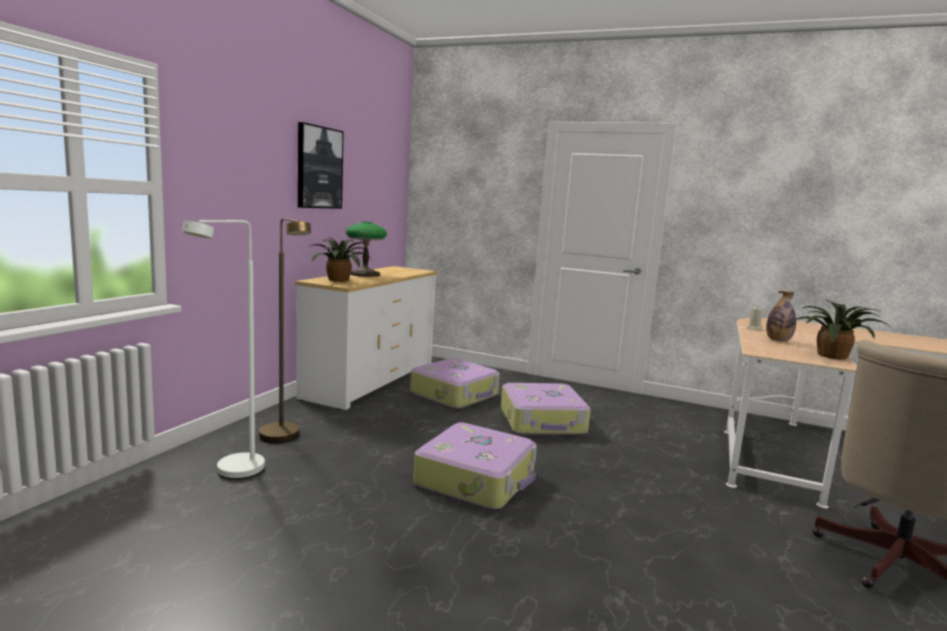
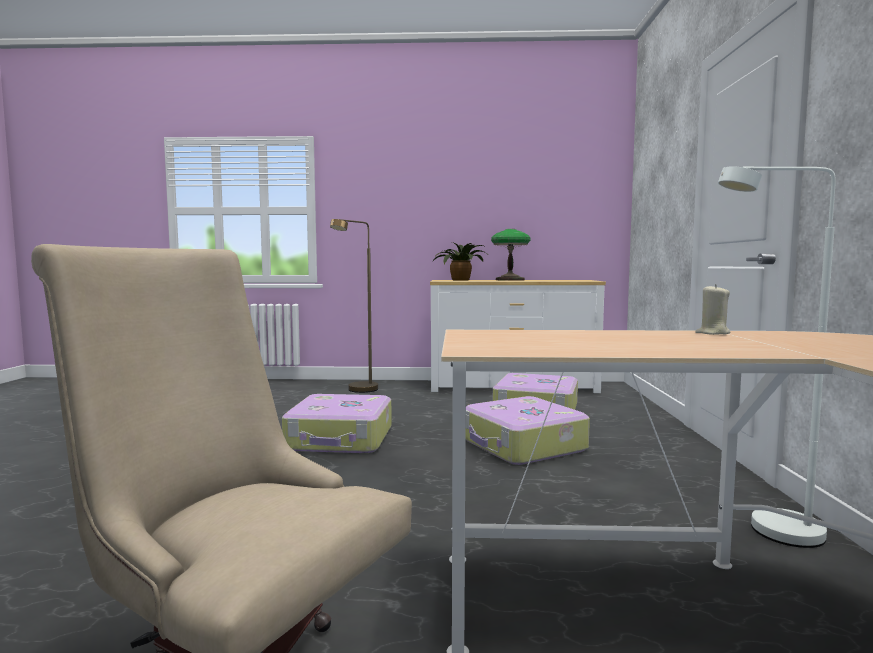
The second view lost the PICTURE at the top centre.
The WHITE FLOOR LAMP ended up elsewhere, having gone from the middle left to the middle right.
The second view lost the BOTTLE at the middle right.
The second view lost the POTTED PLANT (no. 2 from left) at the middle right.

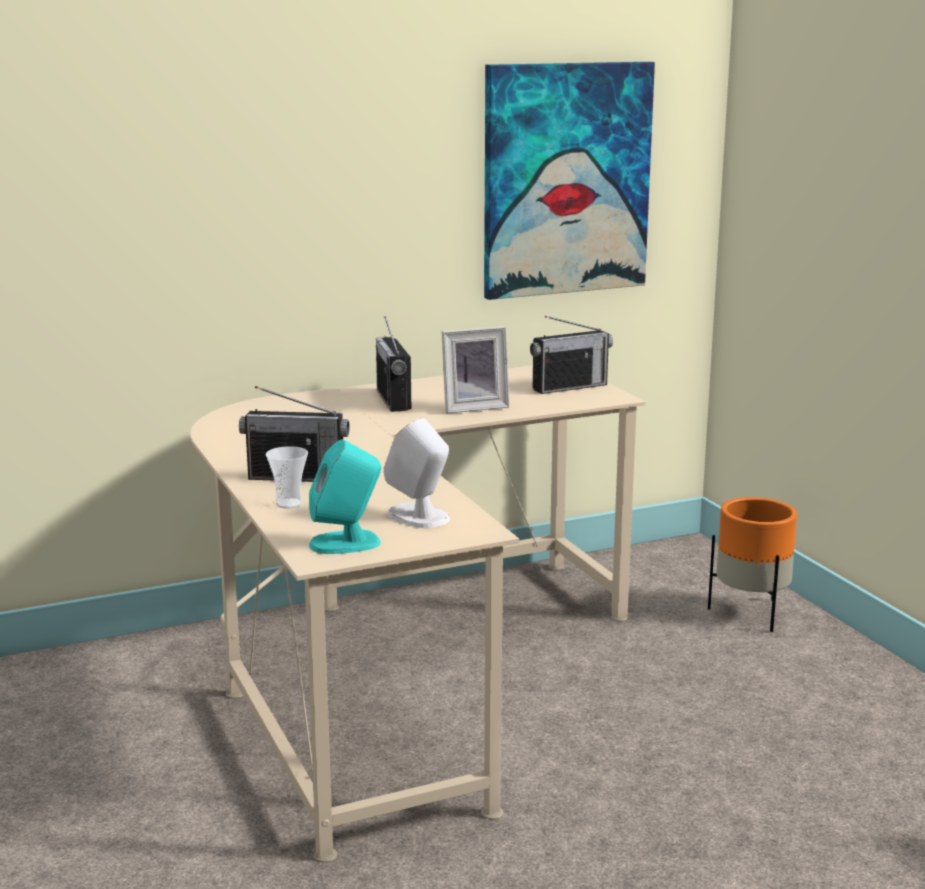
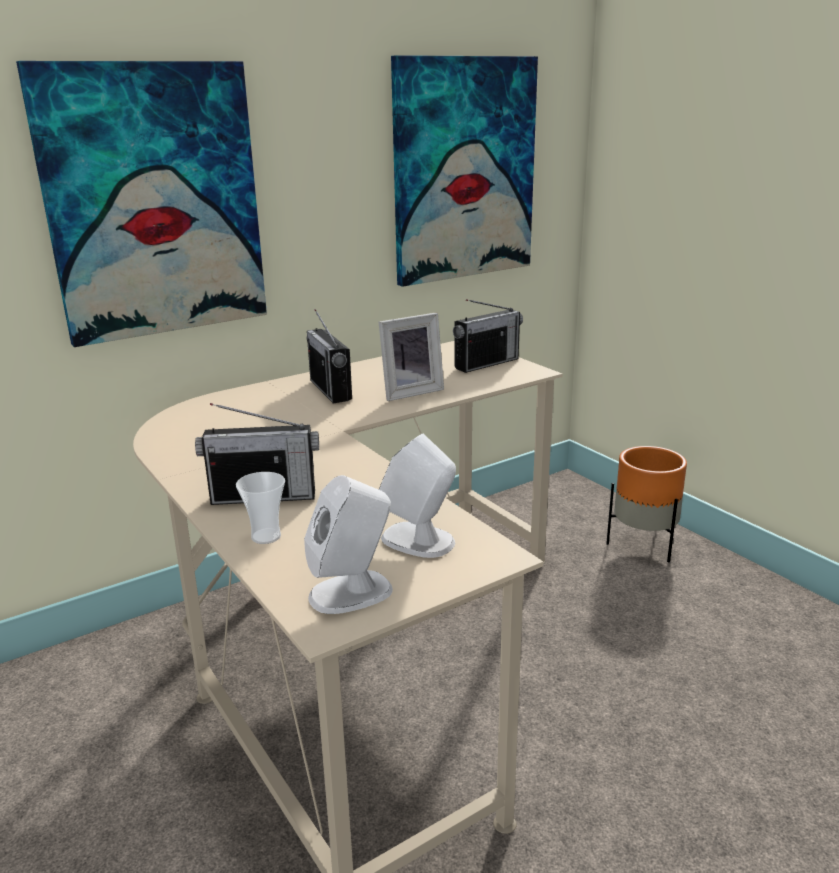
What was the TURQUOISE SPEAKER at the centre turned into the WHITE SPEAKER (no. 1 from left) at the centre.
The second view gained the PICTURE (no. 1 from left) at the top left.

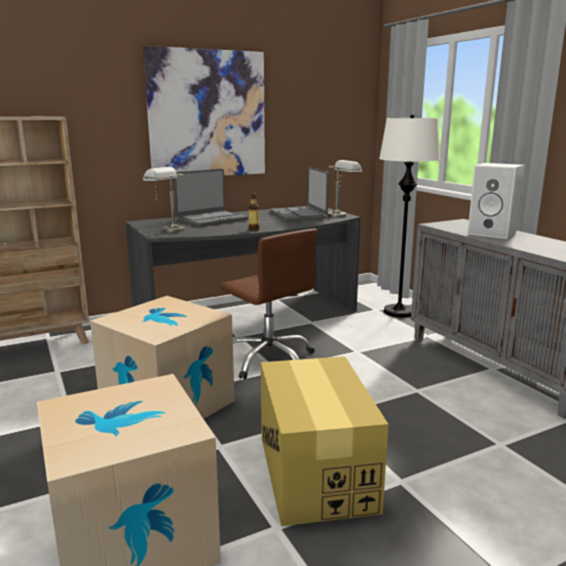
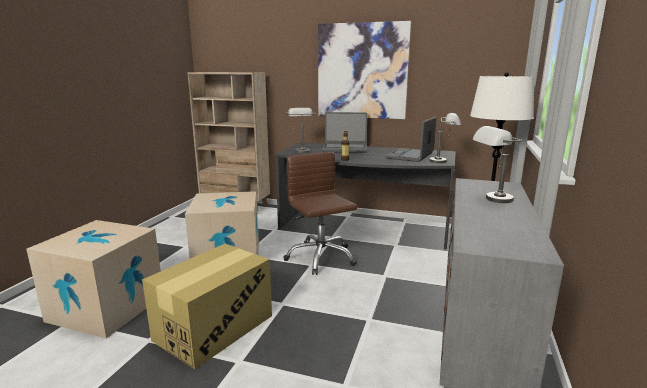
Where the WHITE SPEAKER stood at the middle right, the GREY TABLE LAMP (no. 3 from left) came to stand at the middle right.
The BROWN OFFICE CHAIR at the centre ended up facing another way, 150 degrees clockwise from before.

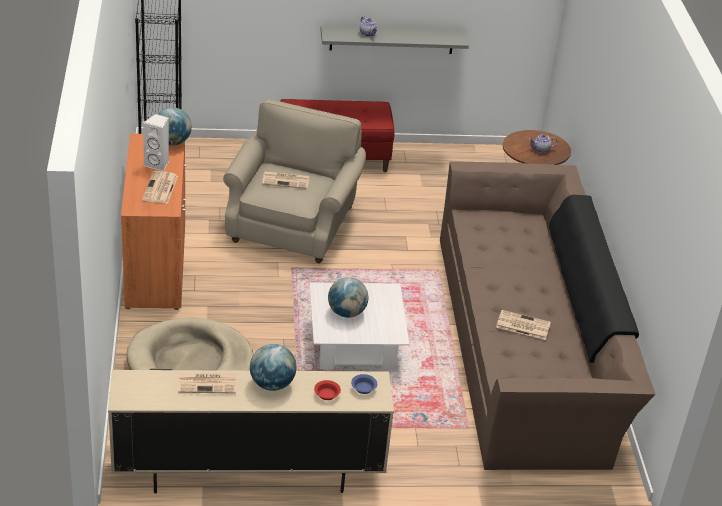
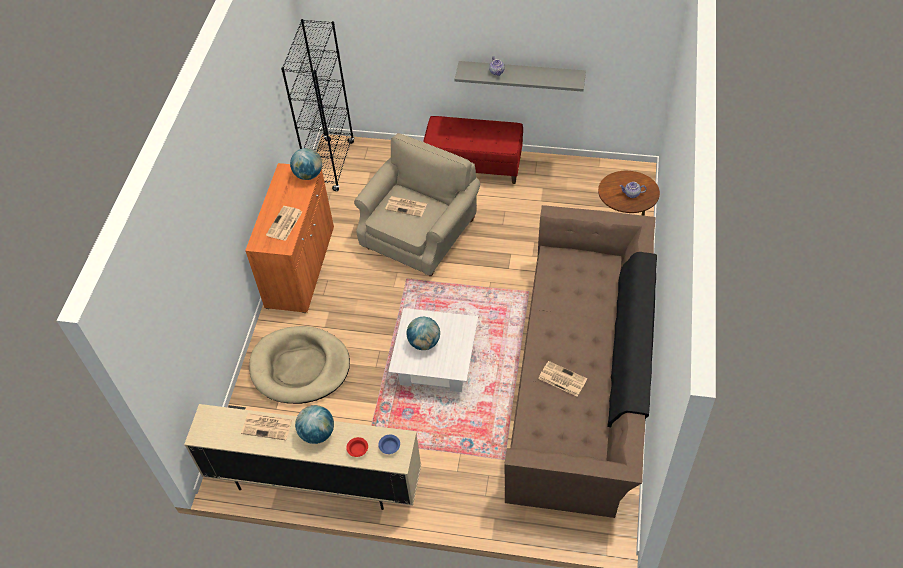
The second view lost the WHITE SPEAKER at the top left.

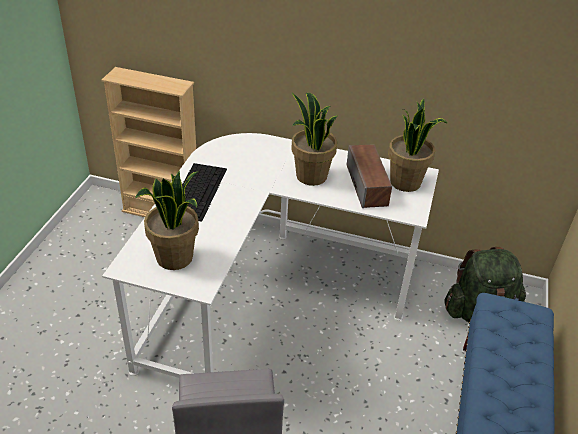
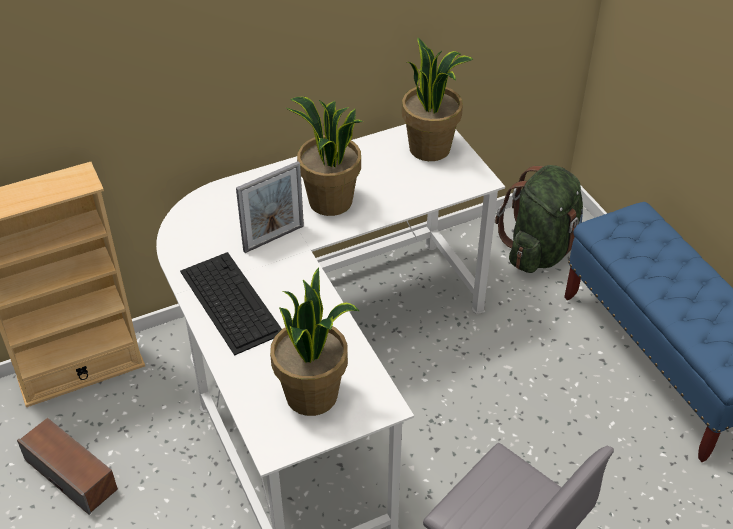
The SPEAKER ended up elsewhere, having gone from the centre to the bottom left.
The second view gained the PICTURE FRAME at the centre.

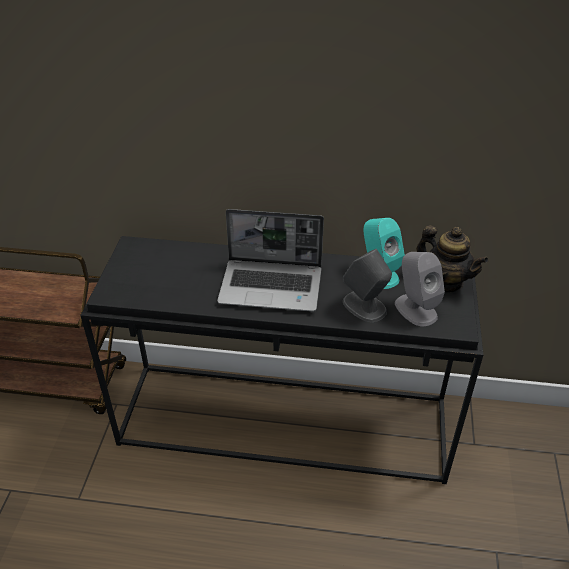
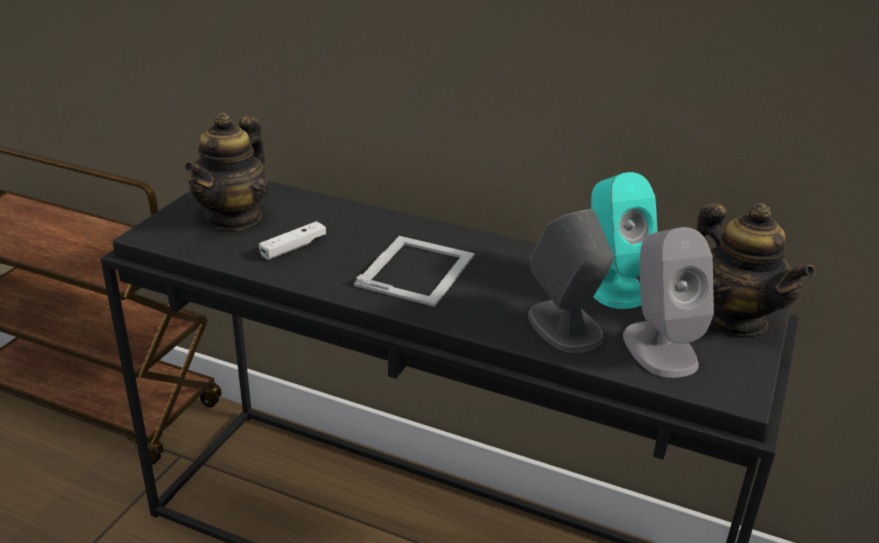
Where the LAPTOP stood at the centre, the PICTURE FRAME came to stand at the centre.
The second view gained the TEAPOT (no. 1 from left) at the top left.
The second view gained the WHITE GAME CONTROLLER at the middle left.

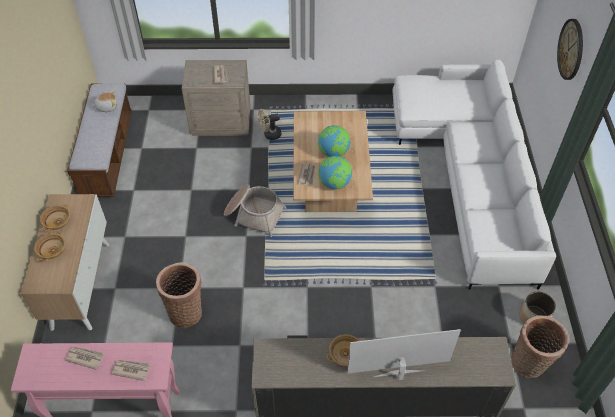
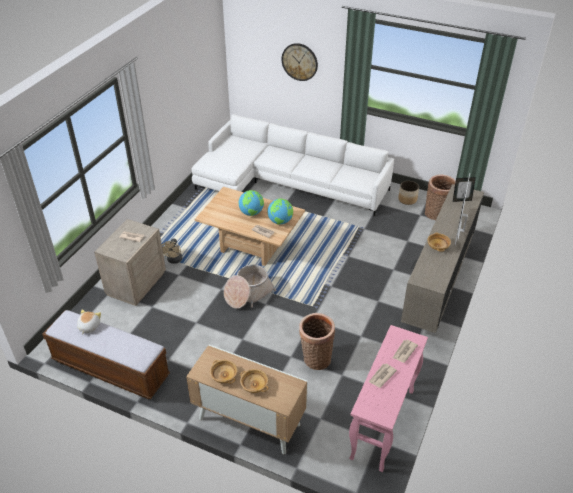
The second view gained the PICTURE FRAME at the middle right.

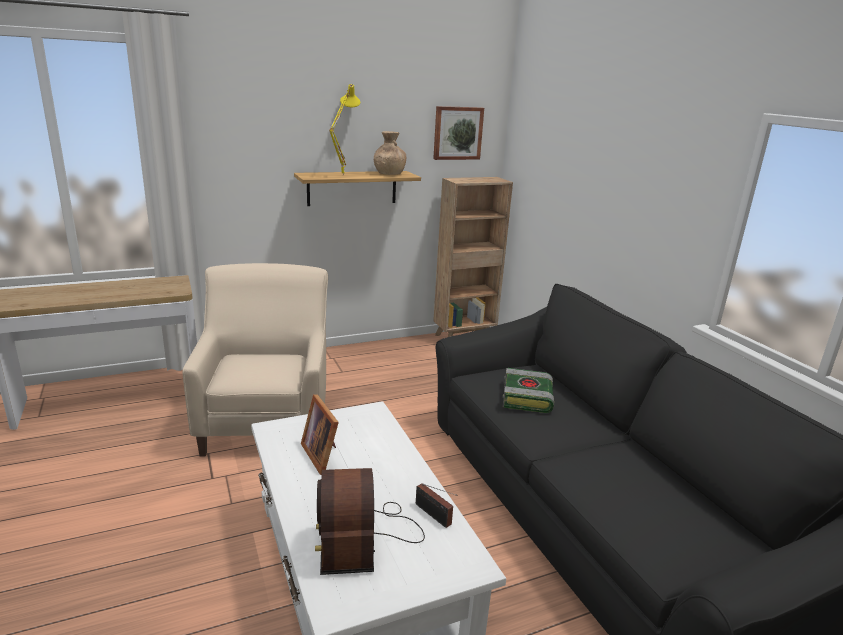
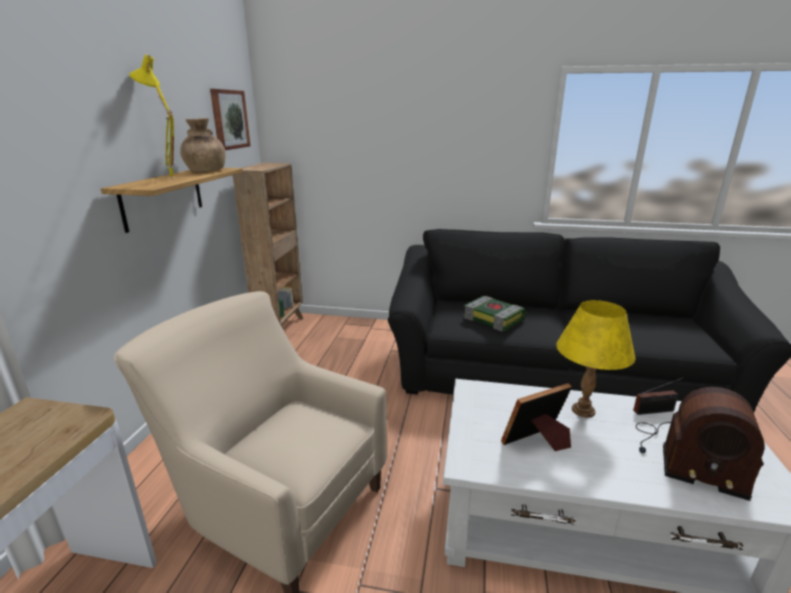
The PICTURE FRAME at the bottom centre ended up facing another way, 150 degrees clockwise from before.
The second view gained the YELLOW TABLE LAMP (no. 2 from left) at the middle right.

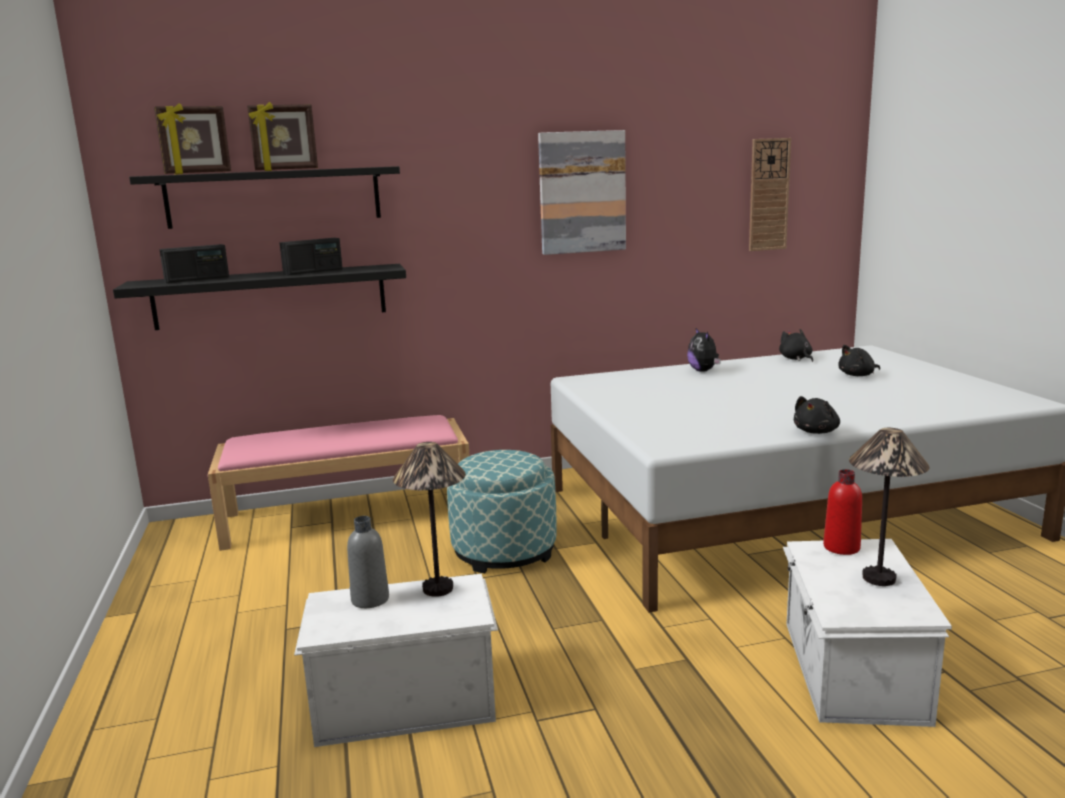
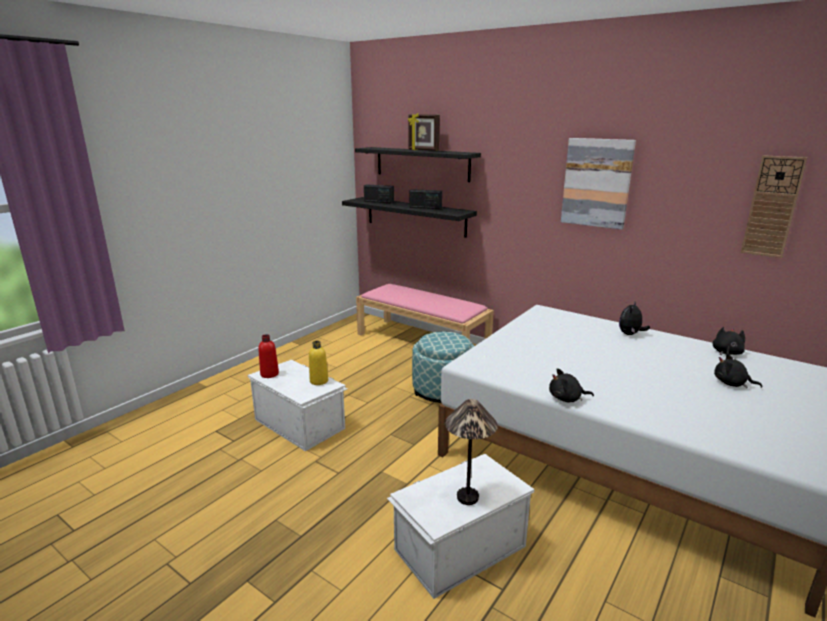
The second view lost the PICTURE FRAME (no. 1 from left) at the top left.
Where the TABLE LAMP (no. 1 from left) stood at the centre, the YELLOW BOTTLE came to stand at the centre.
The RED BOTTLE ended up elsewhere, having gone from the middle right to the middle left.
The second view lost the GREY BOTTLE at the bottom centre.

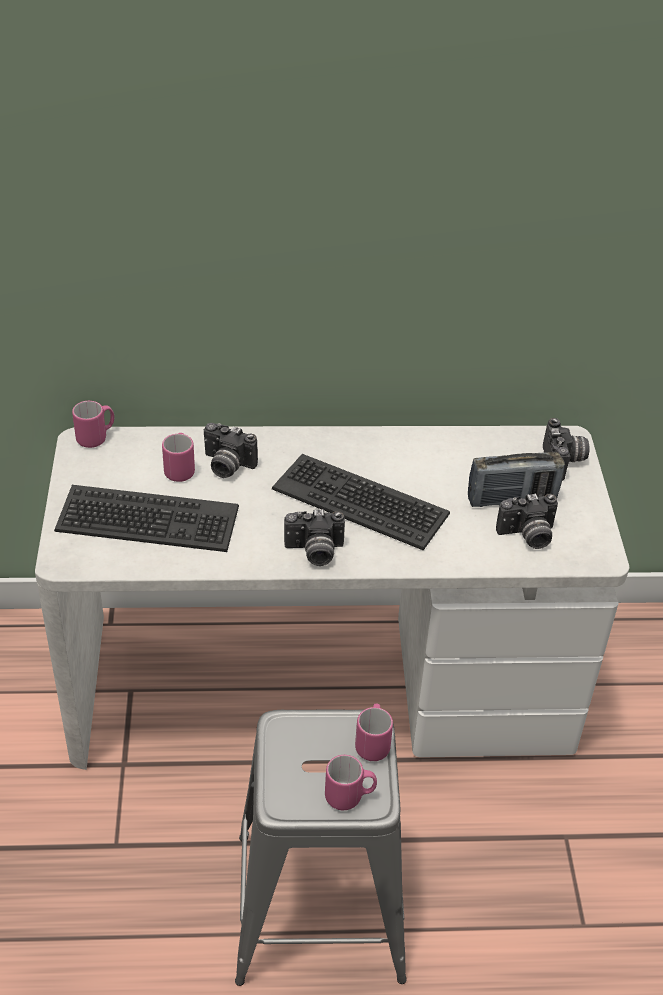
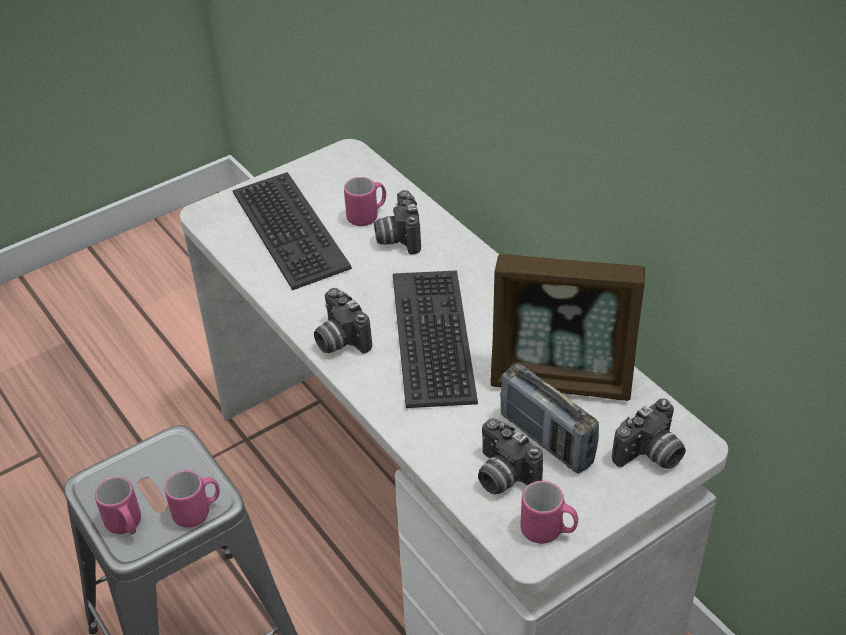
The PINK MUG (no. 1 from left in the first image) ended up elsewhere, having gone from the middle left to the bottom centre.
The second view gained the PICTURE FRAME at the middle right.

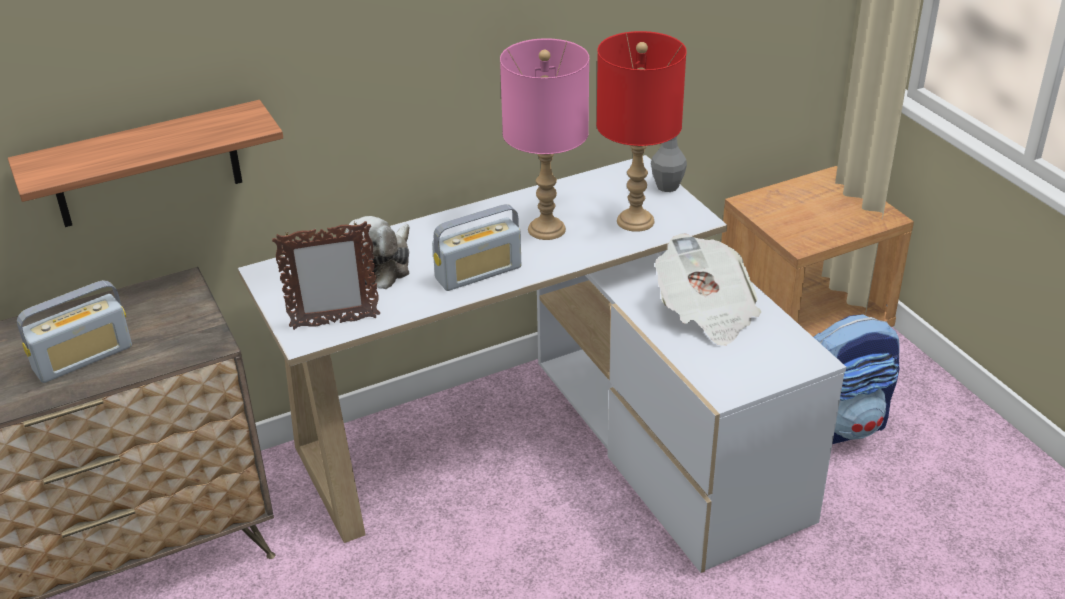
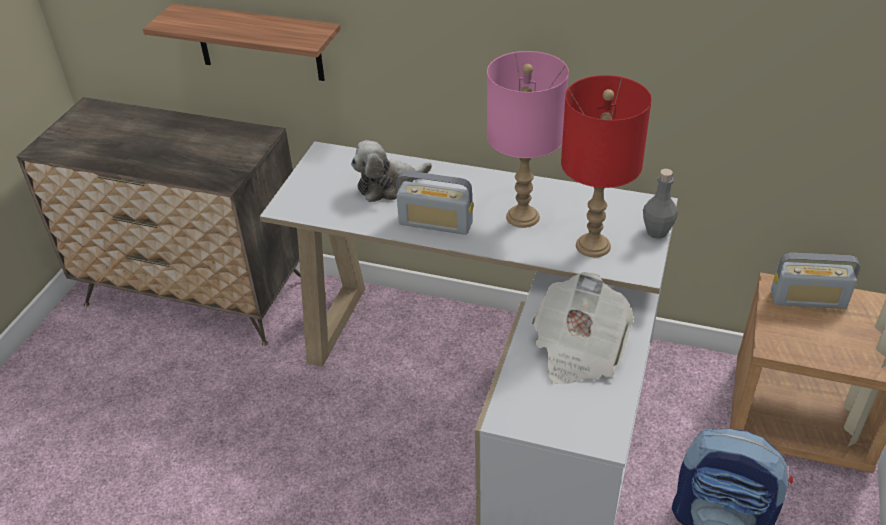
The second view lost the PICTURE FRAME at the middle left.
The RADIO (no. 1 from left in the first image) ended up elsewhere, having gone from the middle left to the middle right.

